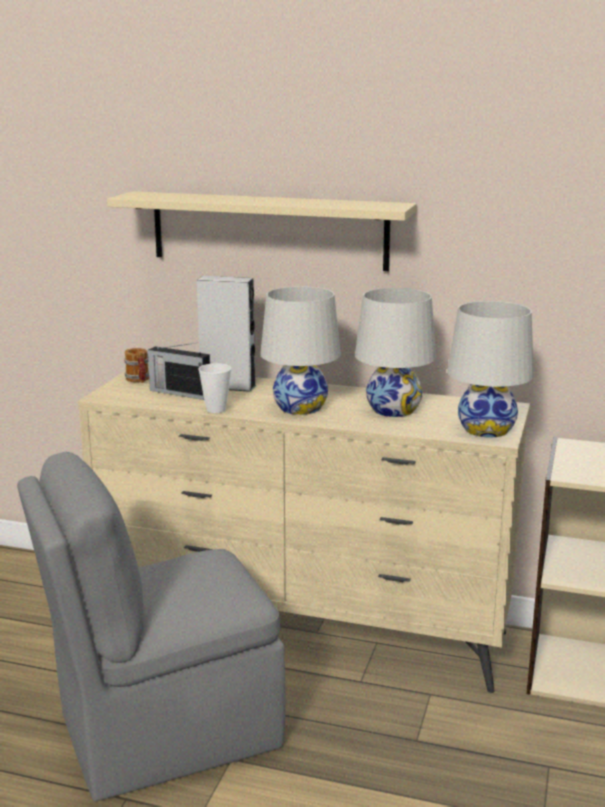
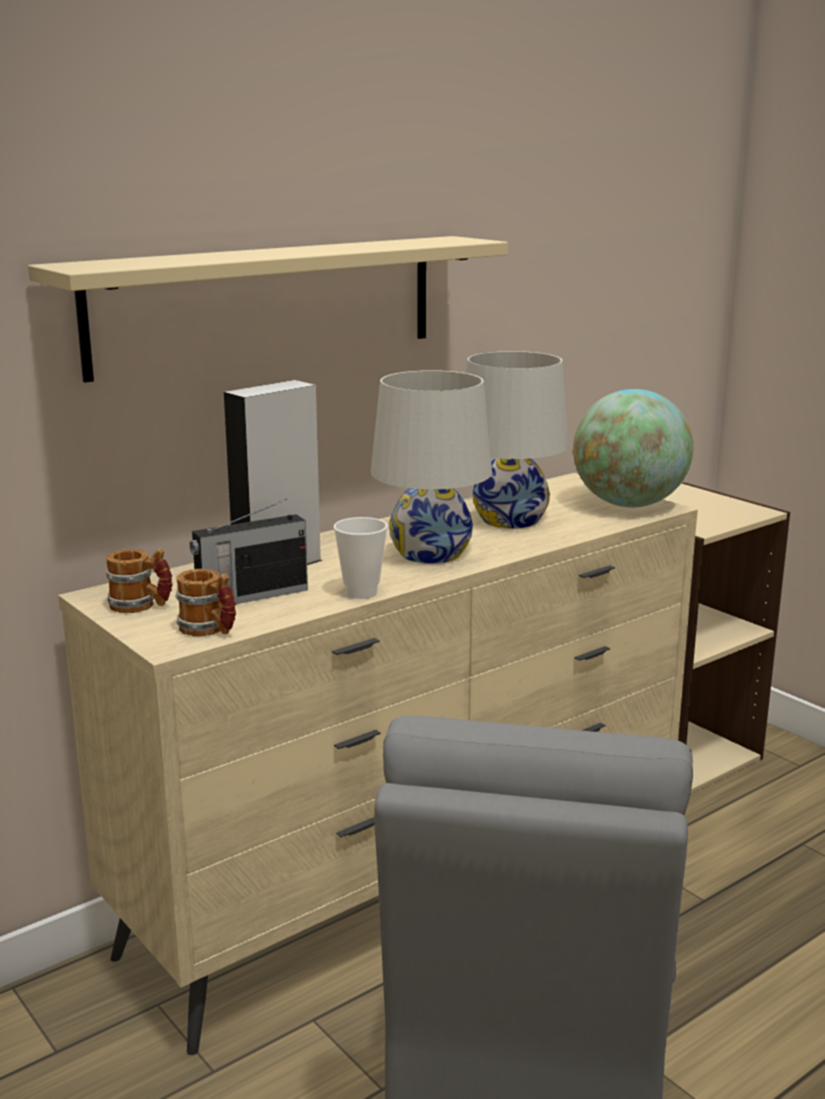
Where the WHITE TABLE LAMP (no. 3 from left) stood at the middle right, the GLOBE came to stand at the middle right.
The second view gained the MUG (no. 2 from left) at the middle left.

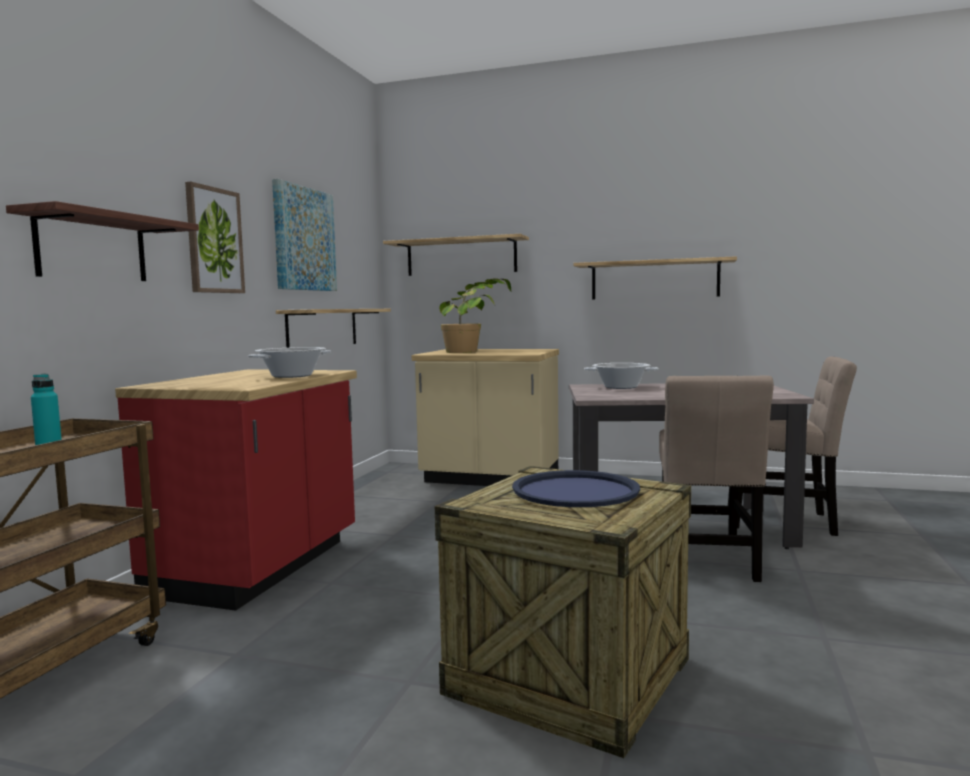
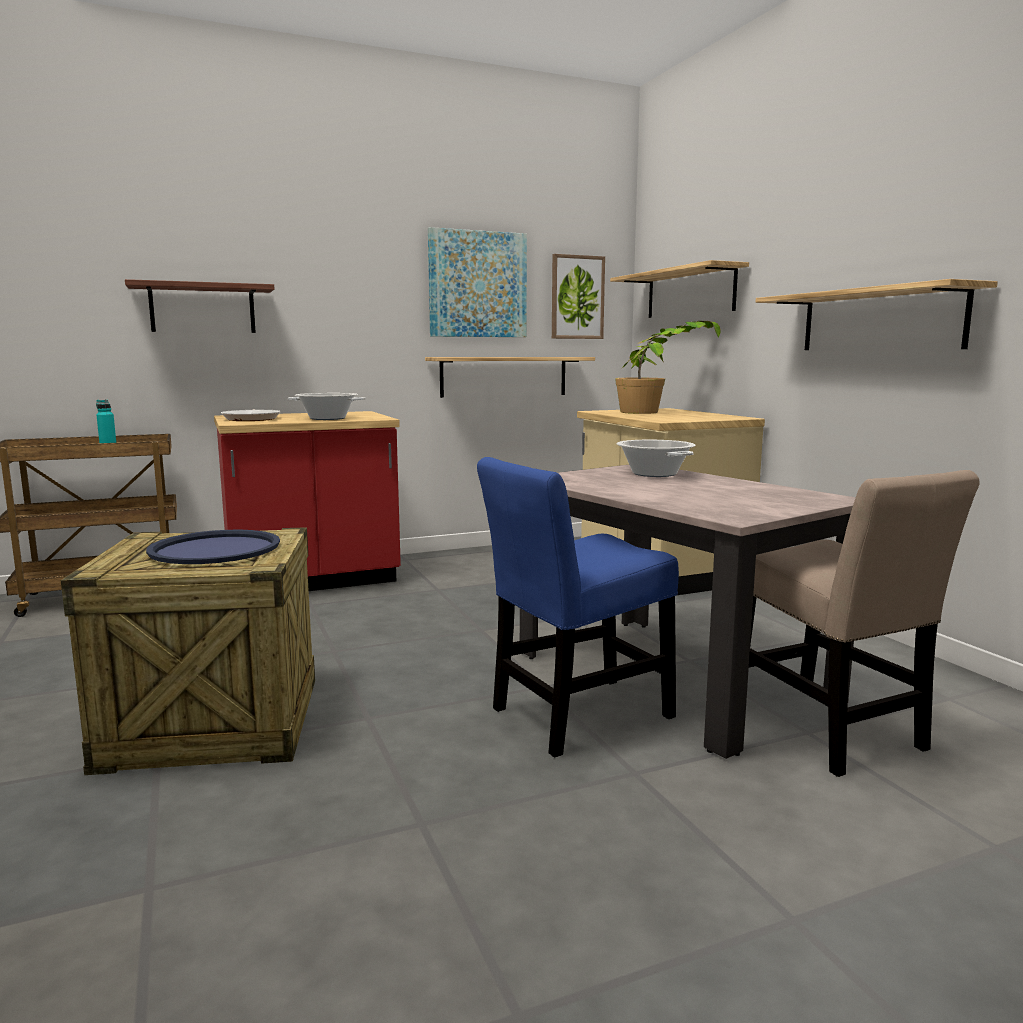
The PICTURE (no. 1 from left in the first image) ended up elsewhere, having gone from the top left to the top centre.
What was the BEIGE CHAIR (no. 1 from left) at the middle right turned into the BLUE CHAIR at the centre.
The second view gained the FRYING PAN at the middle left.

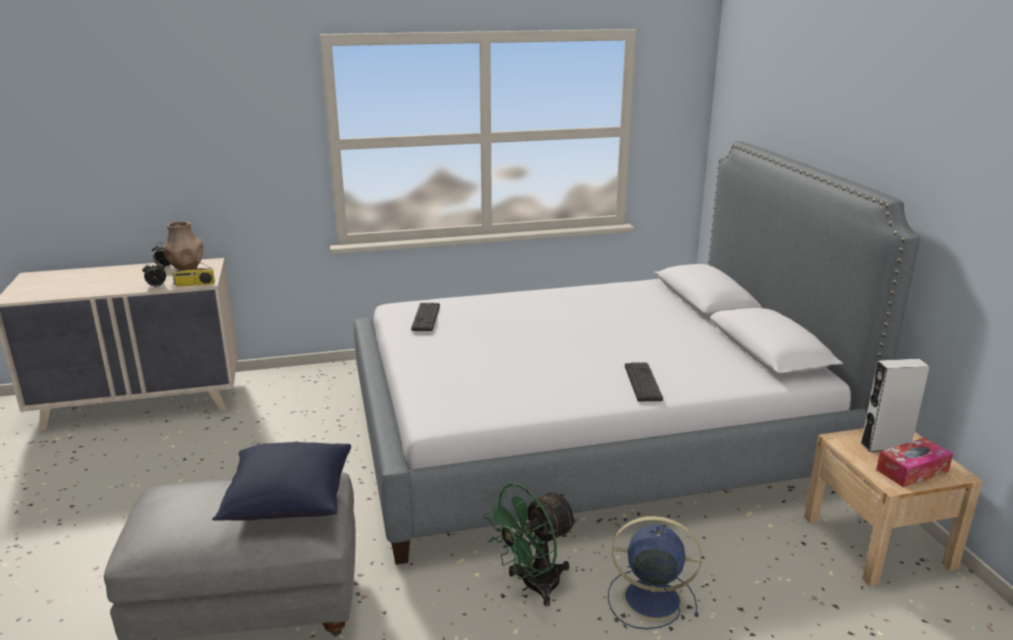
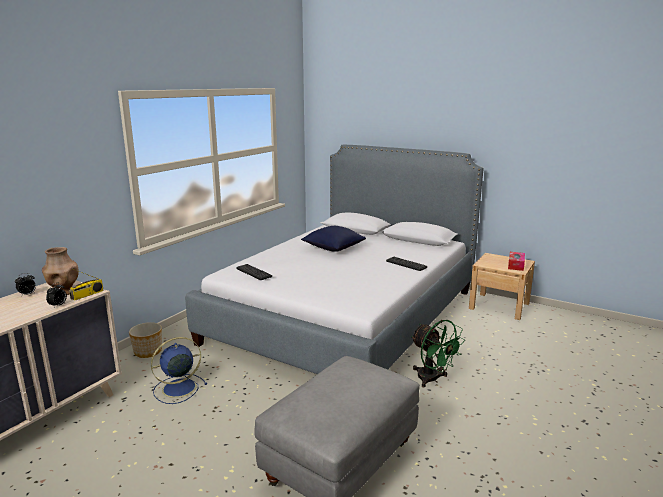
The second view lost the GREY SPEAKER at the middle right.
The BLUE PILLOW ended up elsewhere, having gone from the bottom left to the centre.
The GREEN FAN at the bottom centre ended up facing another way, 45 degrees counterclockwise from before.
The BLUE FAN ended up elsewhere, having gone from the bottom centre to the bottom left.
The second view gained the PLANTER at the bottom left.

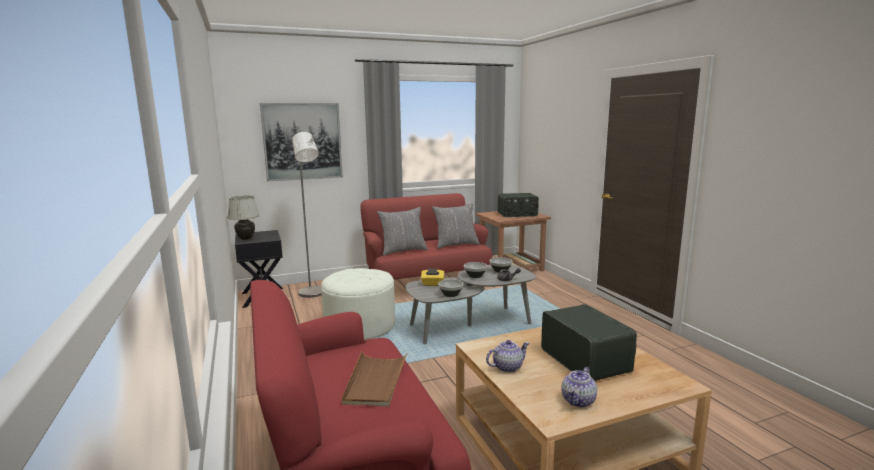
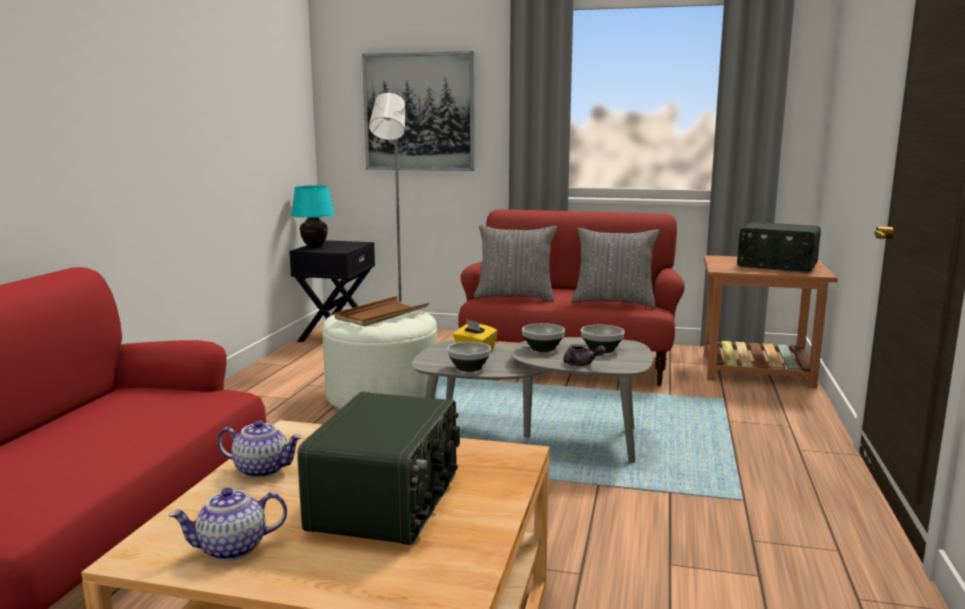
What was the WHITE TABLE LAMP at the middle left turned into the TURQUOISE TABLE LAMP at the middle left.
The BROWN TRAY ended up elsewhere, having gone from the bottom centre to the centre.

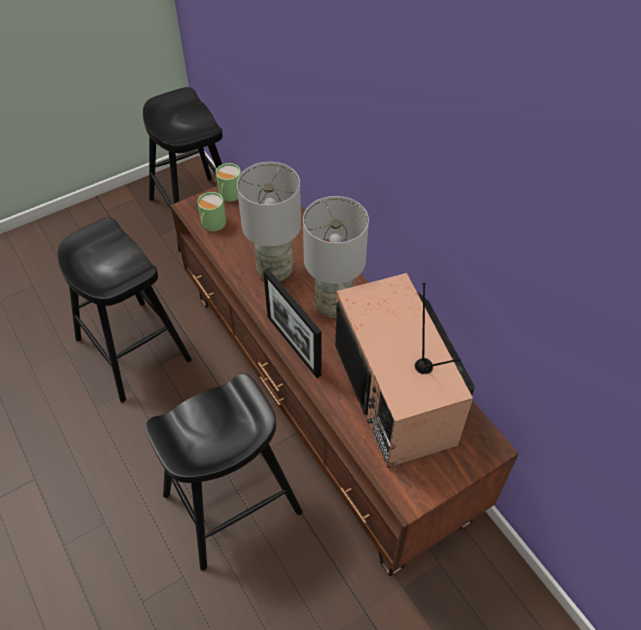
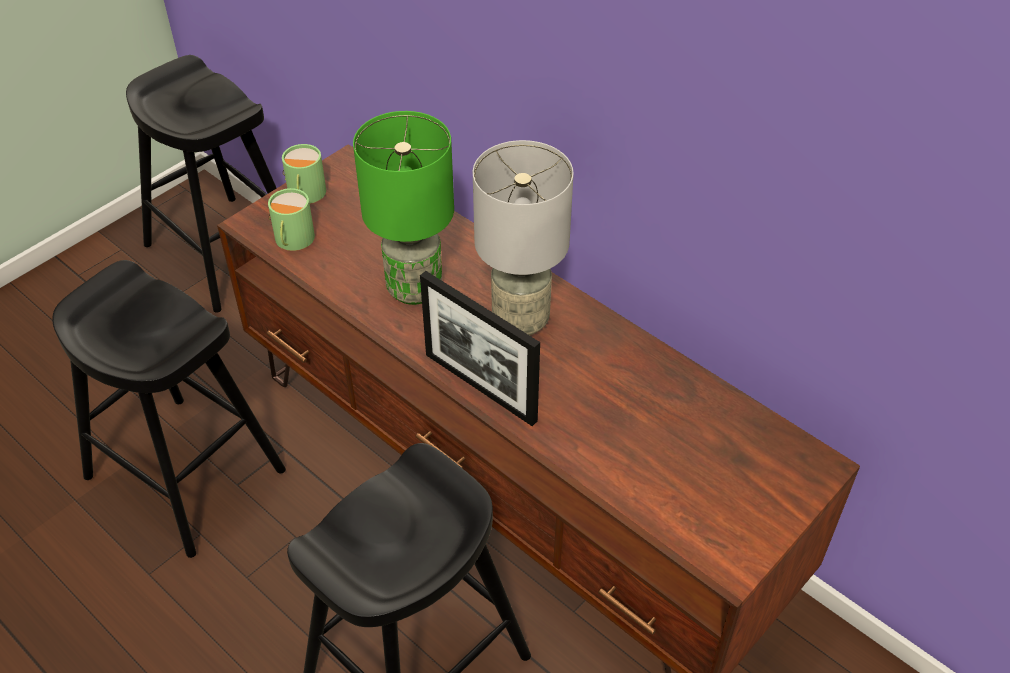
What was the GREY TABLE LAMP (no. 1 from left) at the centre turned into the GREEN TABLE LAMP at the top centre.
The second view lost the TELEVISION at the centre.

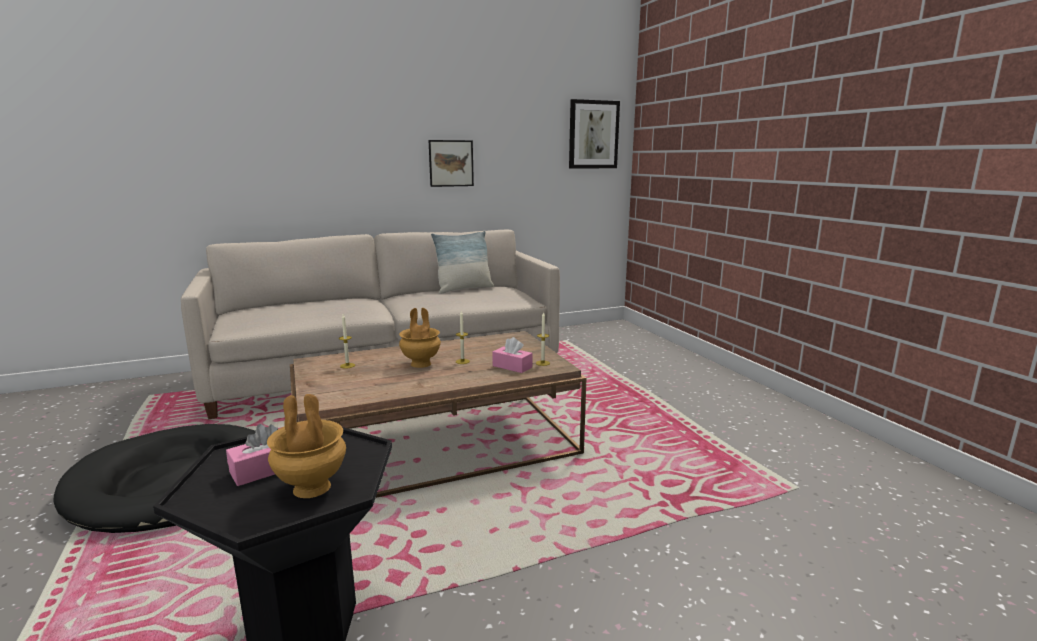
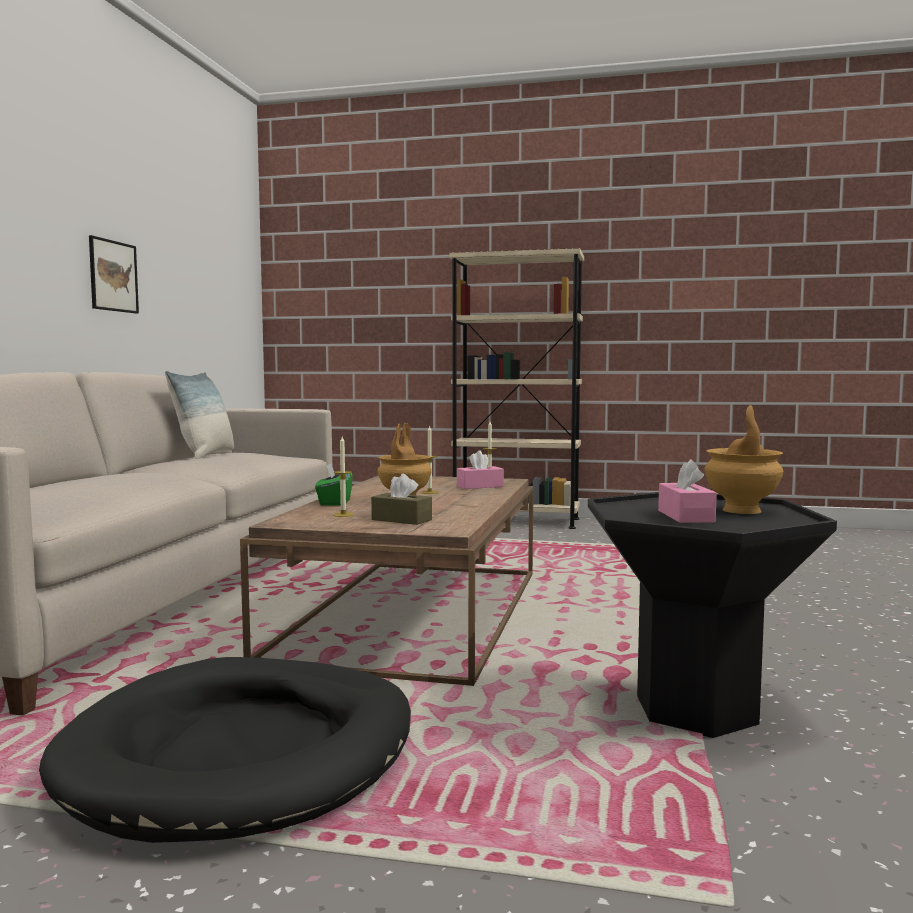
The second view lost the PICTURE (no. 2 from left) at the top centre.
The second view gained the BEIGE BOOKCASE at the centre.
The second view gained the GREEN TISSUE BOX at the centre.
The second view gained the BROWN TISSUE BOX at the centre.

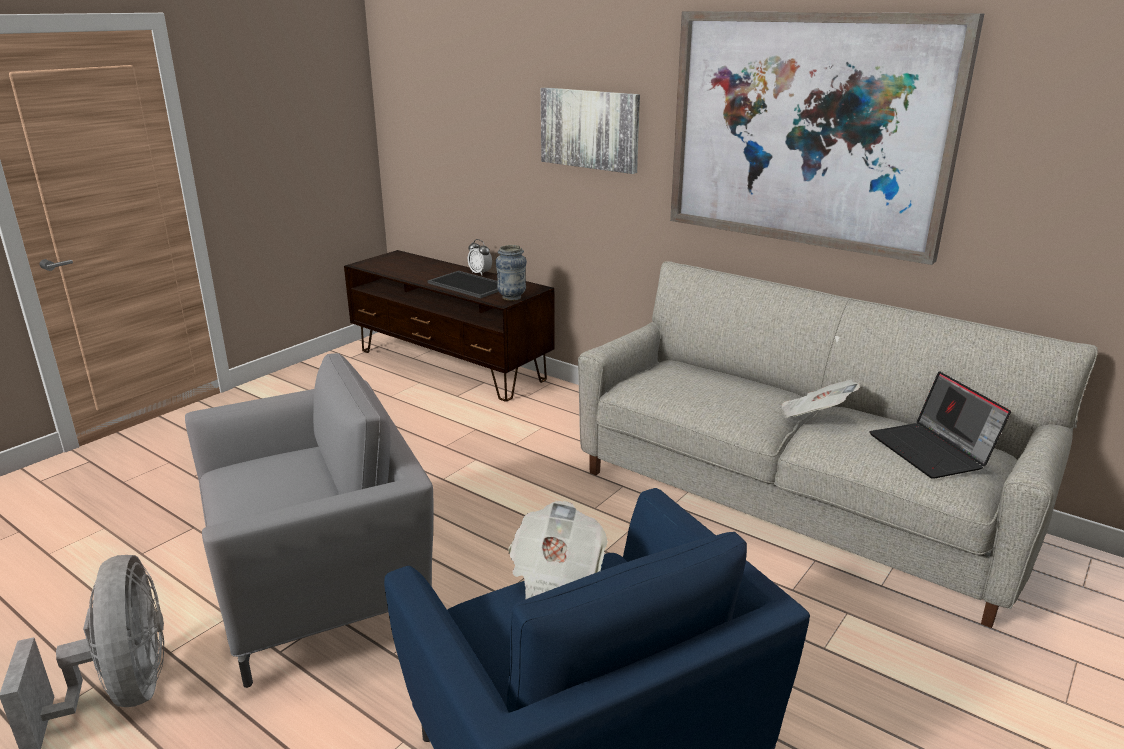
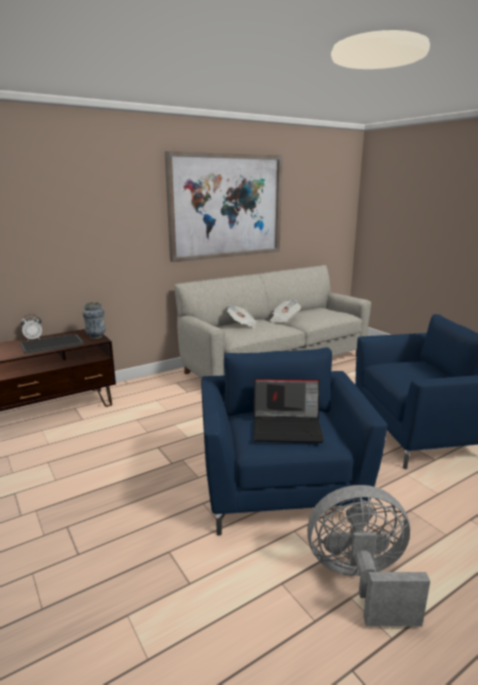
The second view lost the PICTURE (no. 1 from left) at the top centre.
What was the GREY ARMCHAIR at the bottom left turned into the BLUE ARMCHAIR (no. 1 from left) at the centre.
The LAPTOP ended up elsewhere, having gone from the middle right to the centre.
The NEWSPAPER (no. 1 from left) ended up elsewhere, having gone from the bottom centre to the centre.

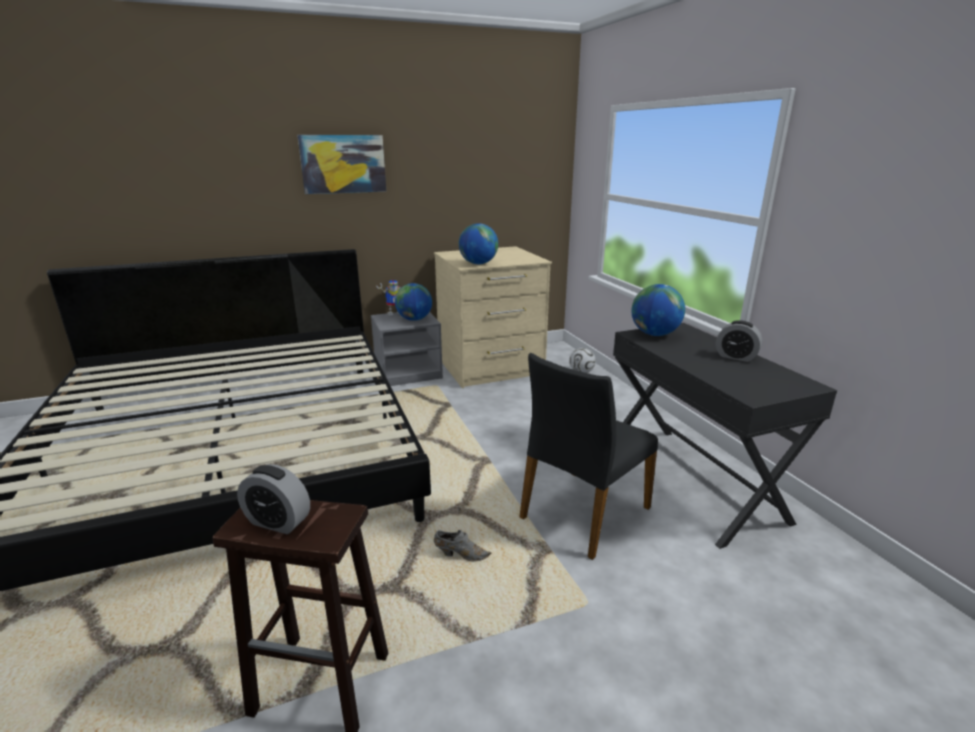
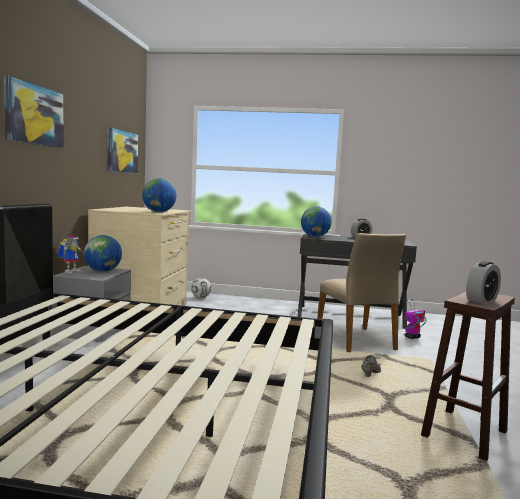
What was the BLACK CHAIR at the centre turned into the BEIGE CHAIR at the middle right.
The second view gained the PICTURE (no. 2 from left) at the top left.
The second view gained the TOY ROBOT (no. 2 from left) at the middle right.

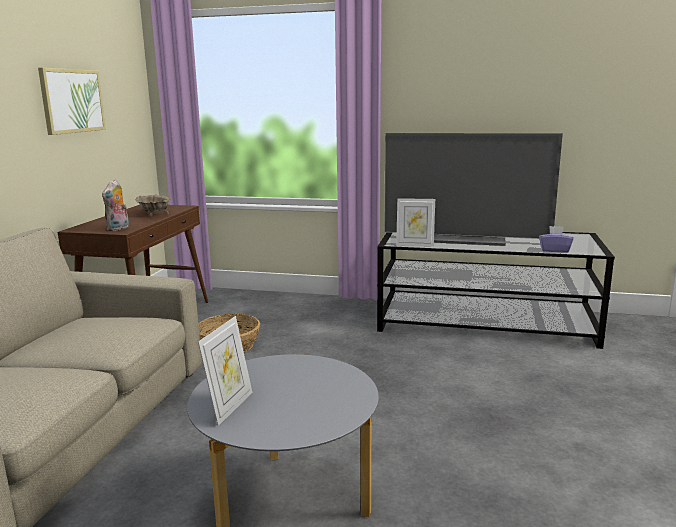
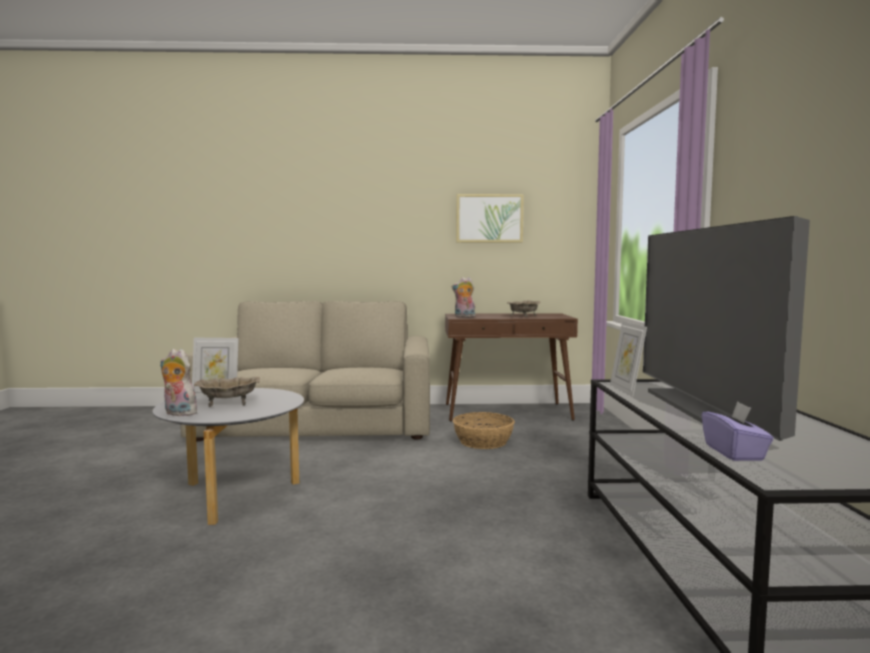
The second view gained the PLUSH TOY (no. 1 from left) at the middle left.
The second view gained the BEIGE BOWL (no. 1 from left) at the middle left.

